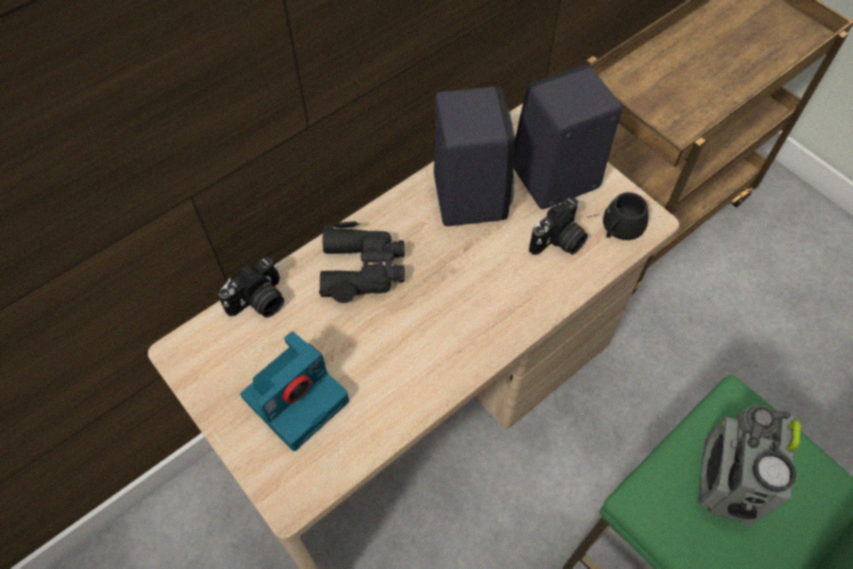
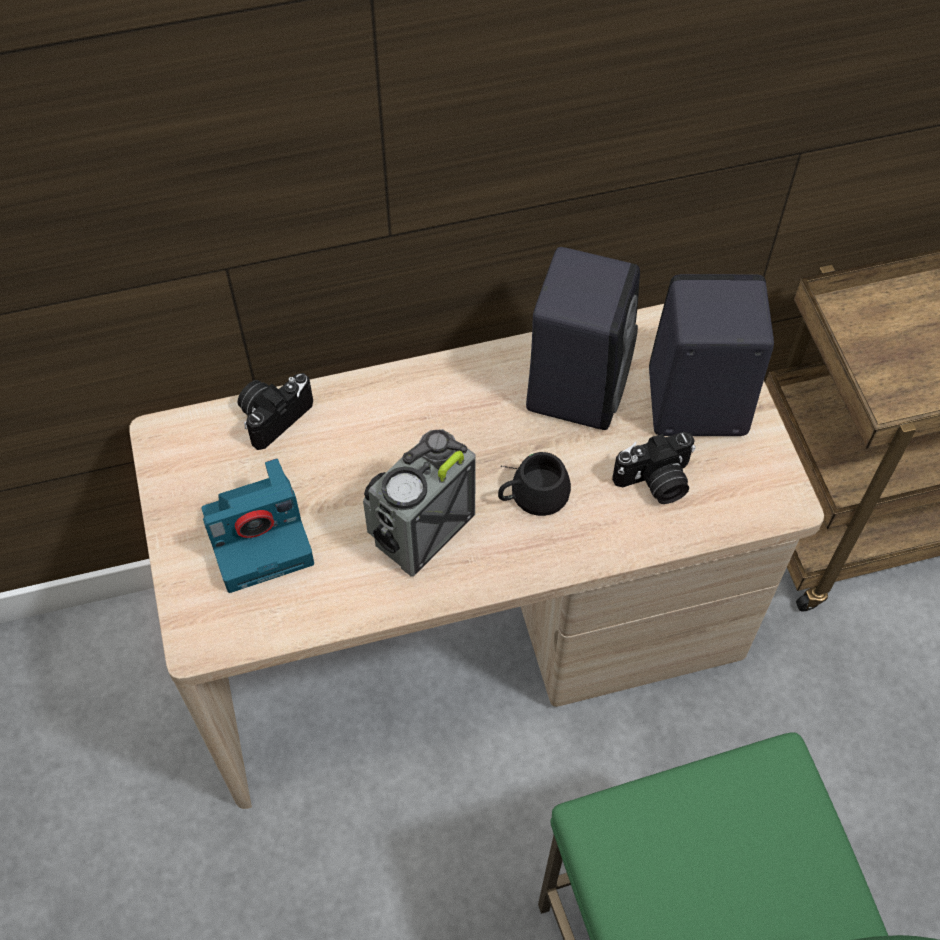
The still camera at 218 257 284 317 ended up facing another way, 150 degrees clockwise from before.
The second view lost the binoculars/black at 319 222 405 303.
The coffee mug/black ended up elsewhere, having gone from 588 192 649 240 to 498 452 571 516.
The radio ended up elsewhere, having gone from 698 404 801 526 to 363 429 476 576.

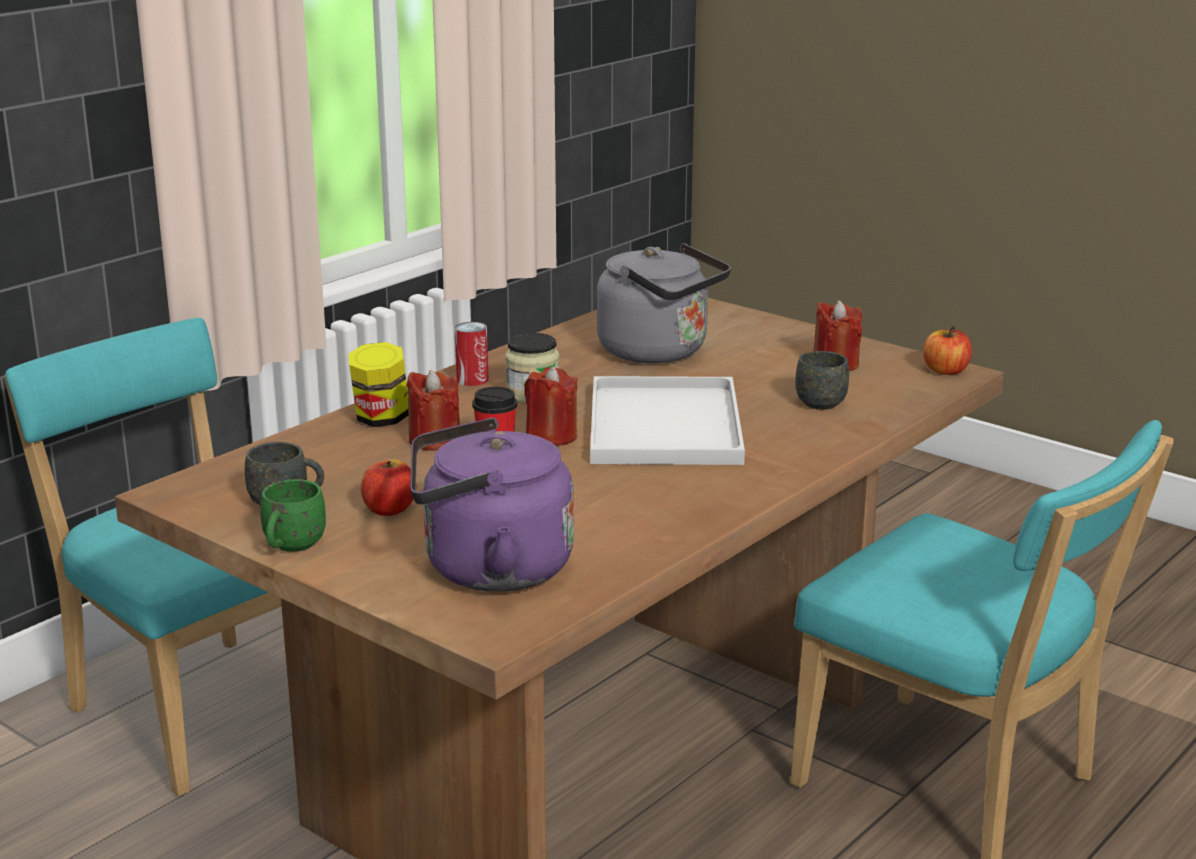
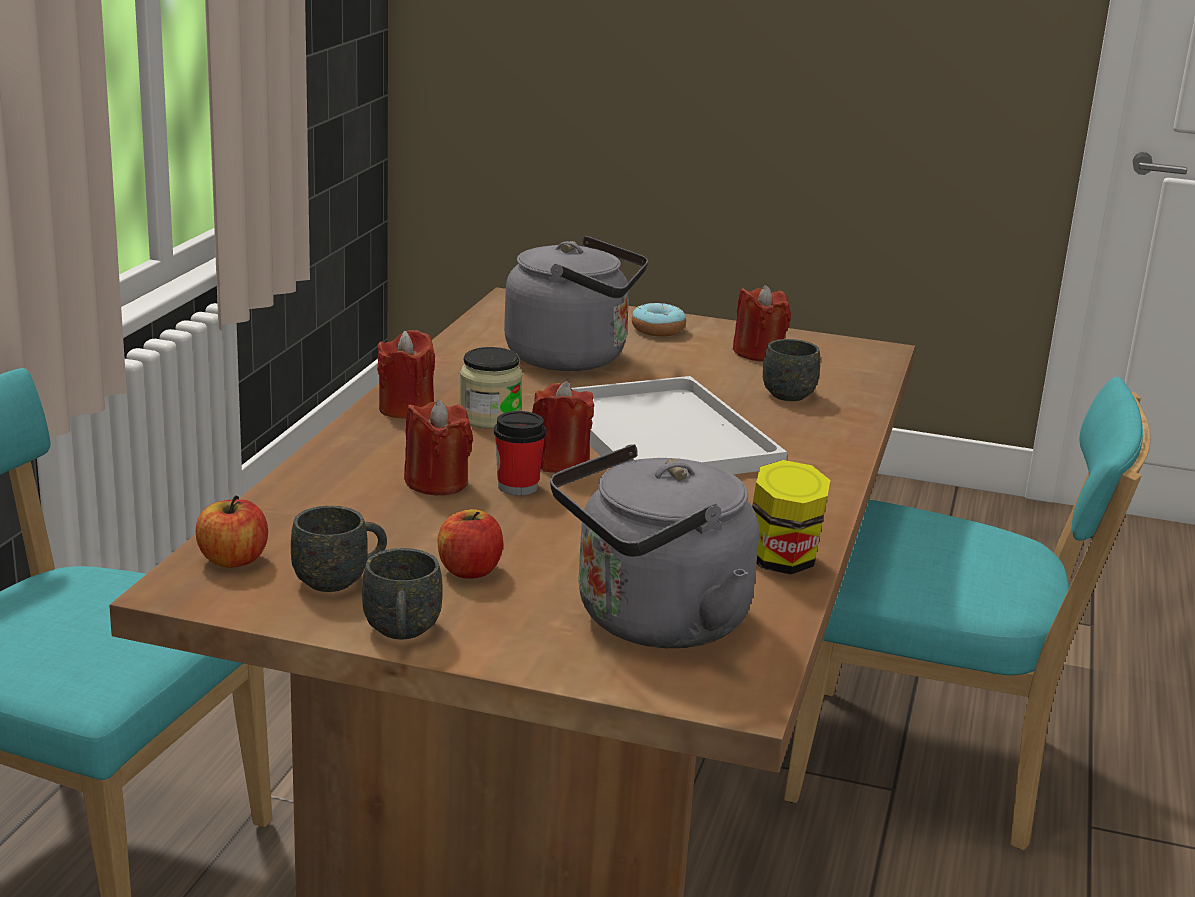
What was the coffee mug/green at 260 479 326 552 turned into the coffee mug/greyish at 362 548 443 640.
The jar ended up elsewhere, having gone from 348 342 408 427 to 752 460 830 574.
What was the water kettle/purple-coloured at 410 418 574 592 turned into the water kettle/greyish at 550 444 759 648.
Where the sealed can stood at 455 322 488 386, the wax candle/reddish came to stand at 377 330 435 419.
The whole apple ended up elsewhere, having gone from 923 326 972 375 to 196 495 268 568.
The second view gained the donut at 632 303 686 336.

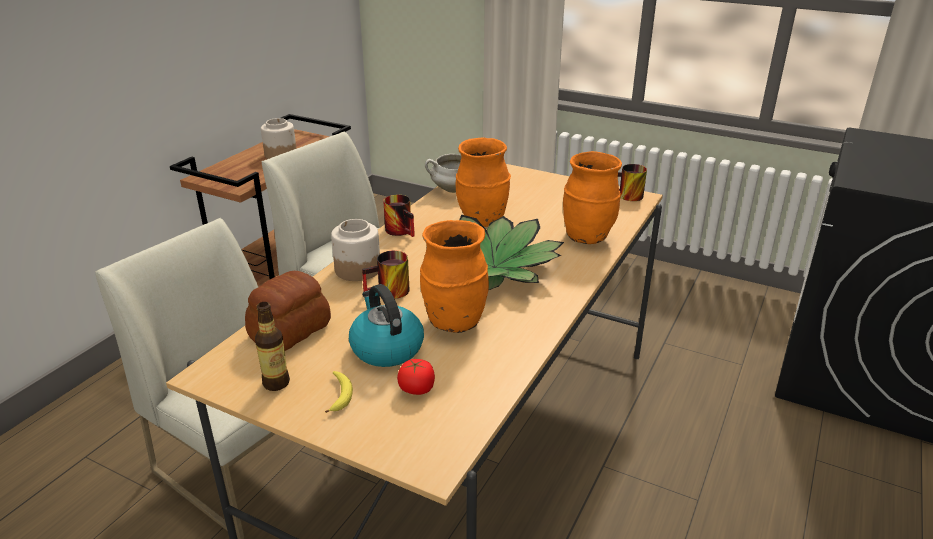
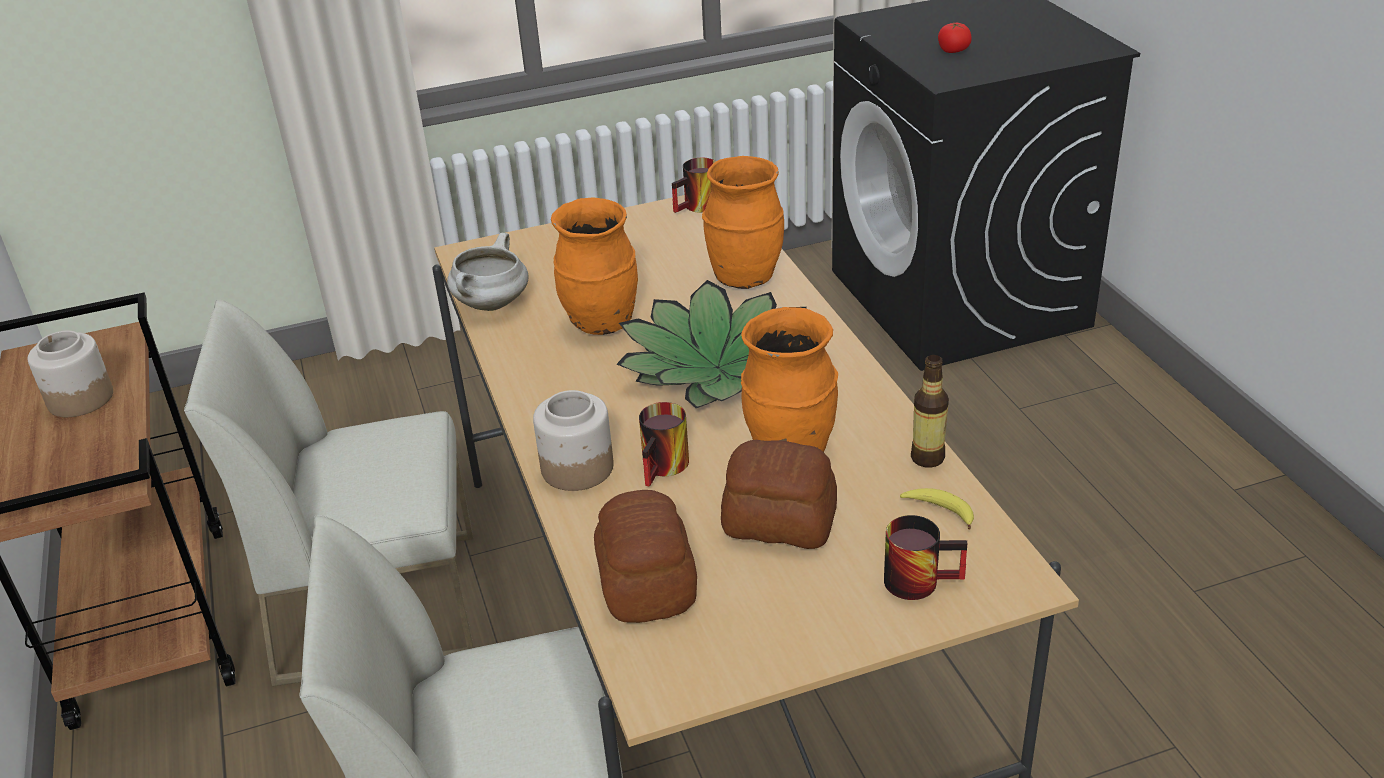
The drink bottle ended up elsewhere, having gone from 255 302 290 391 to 911 355 949 468.
The banana ended up elsewhere, having gone from 325 371 353 413 to 900 488 974 530.
Where the water kettle stood at 349 284 424 367, the bakery bread came to stand at 721 440 837 549.
The coffee mug ended up elsewhere, having gone from 383 195 415 237 to 884 515 967 600.
The whole tomato ended up elsewhere, having gone from 397 359 435 395 to 938 23 972 53.

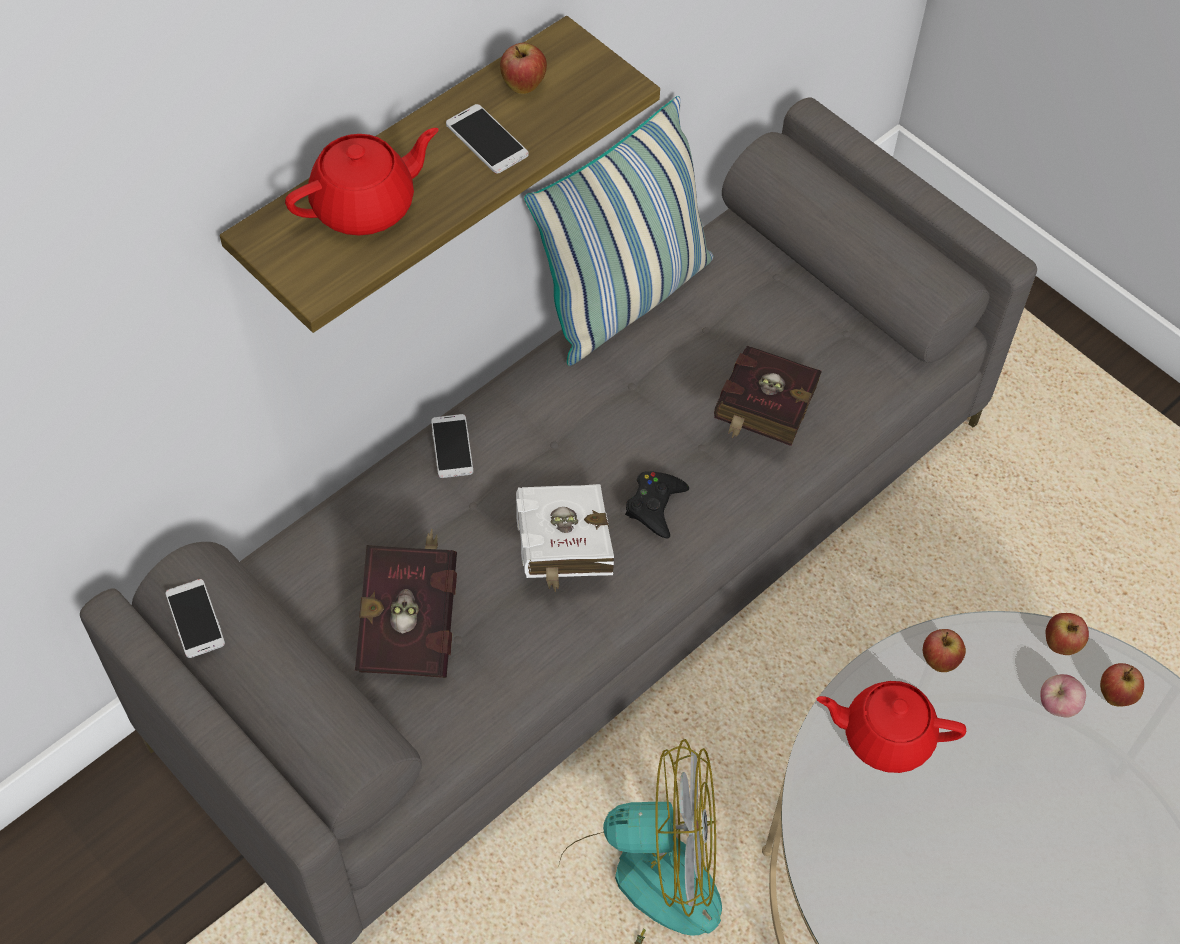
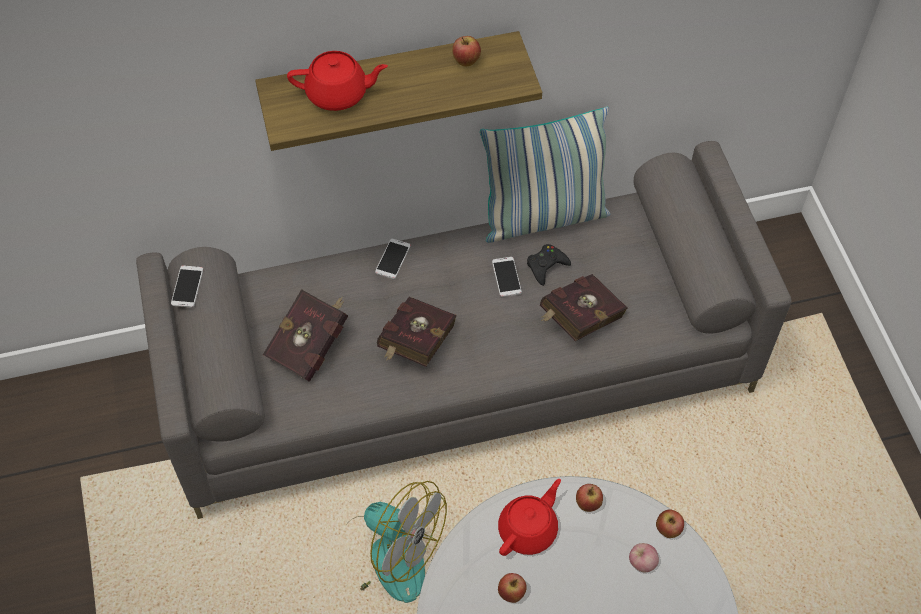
The phone ended up elsewhere, having gone from 446 104 529 173 to 492 257 522 297.
What was the book/white-coloured at 516 484 614 592 turned into the book/reddish at 377 296 457 367.
The joypad/black ended up elsewhere, having gone from 625 471 689 539 to 527 244 571 286.
The teapot/reddish at 816 681 966 773 ended up facing another way, 90 degrees clockwise from before.
The whole apple ended up elsewhere, having gone from 1100 663 1144 707 to 498 573 527 603.

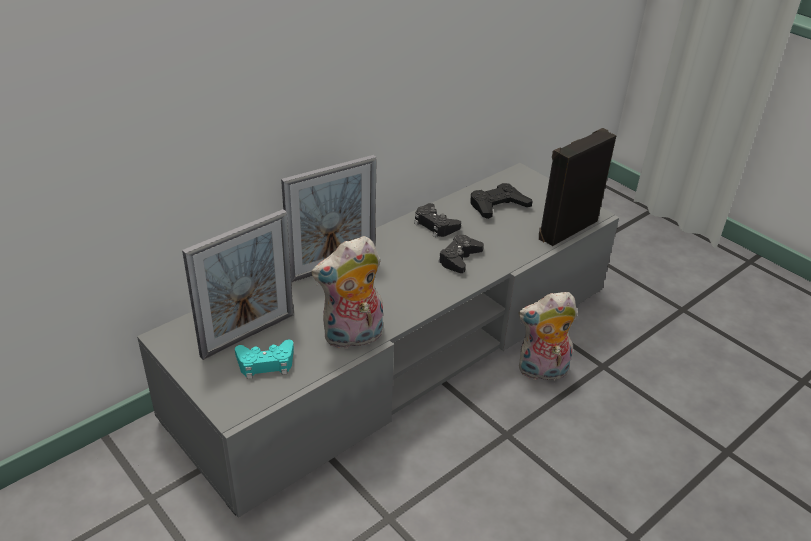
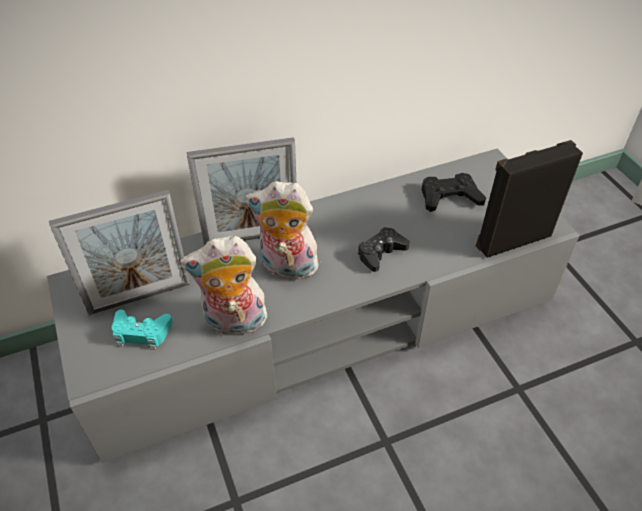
The second view lost the joypad/black at 414 203 461 238.
The plush toy ended up elsewhere, having gone from 519 292 578 380 to 245 181 319 280.

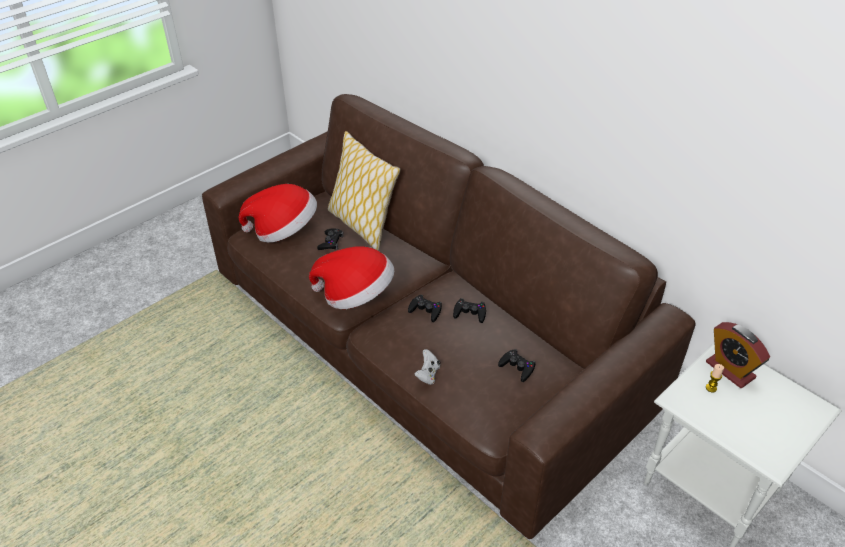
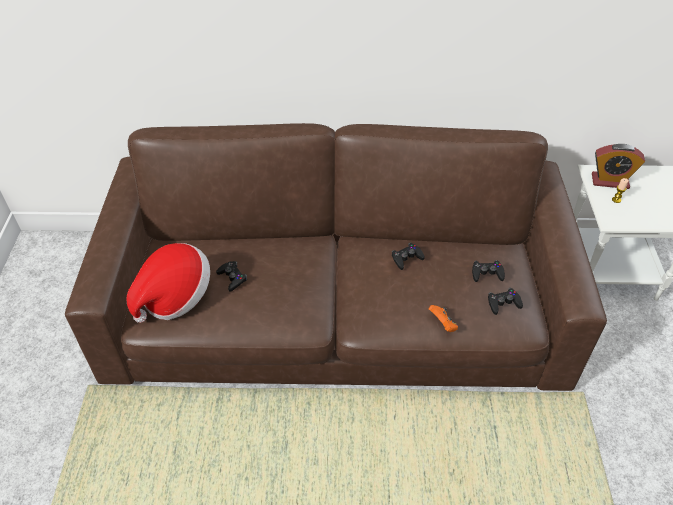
The second view lost the clothing hat at 309 246 394 309.
The second view lost the cushion at 328 131 401 251.
The joypad/black ended up elsewhere, having gone from 408 295 442 322 to 488 288 523 315.
What was the joypad/white-coloured at 414 349 441 385 turned into the joypad/orange-coloured at 429 305 458 332.

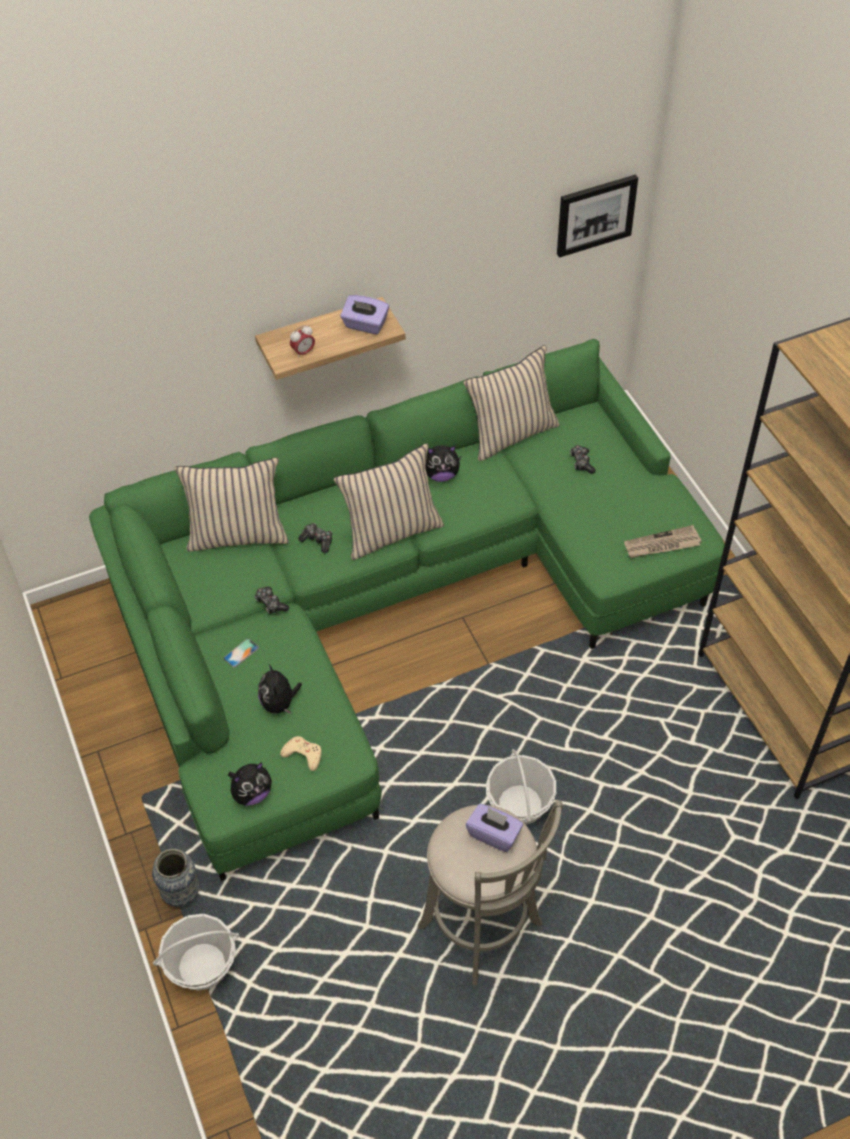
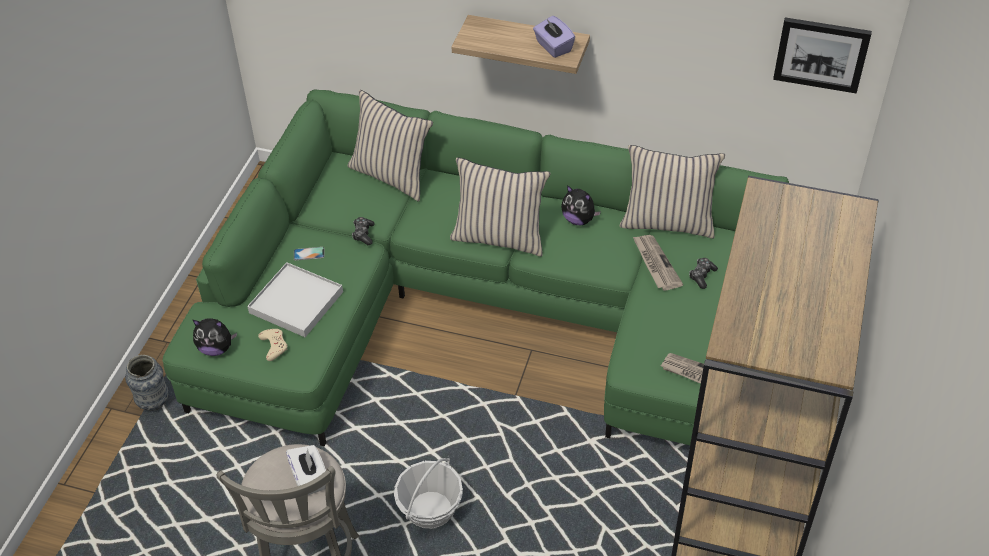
The second view lost the basket at 153 914 239 991.
Where the plush toy stood at 258 663 302 714, the serving tray/white-coloured came to stand at 247 262 343 337.
The second view lost the alarm clock at 290 325 315 359.
The second view lost the joypad at 298 523 332 553.
What was the box of tissues/purple-coloured at 466 804 523 852 turned into the box of tissues/white-coloured at 286 445 326 495.
The second view gained the newspaper at 633 235 683 291.

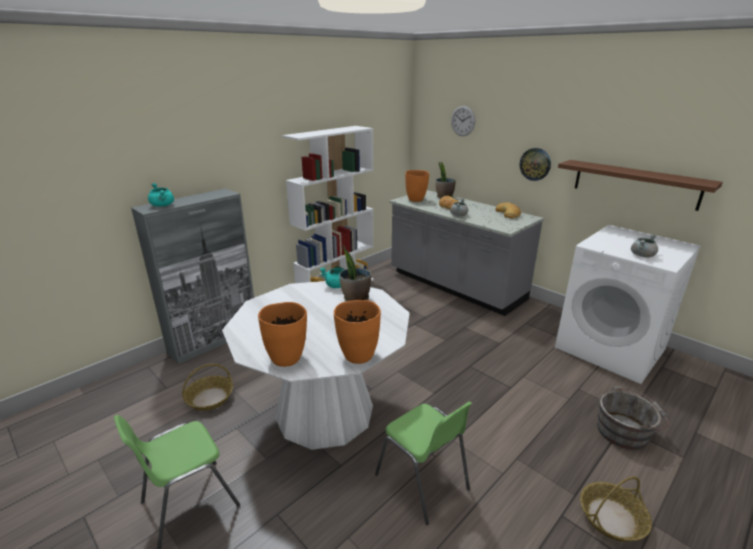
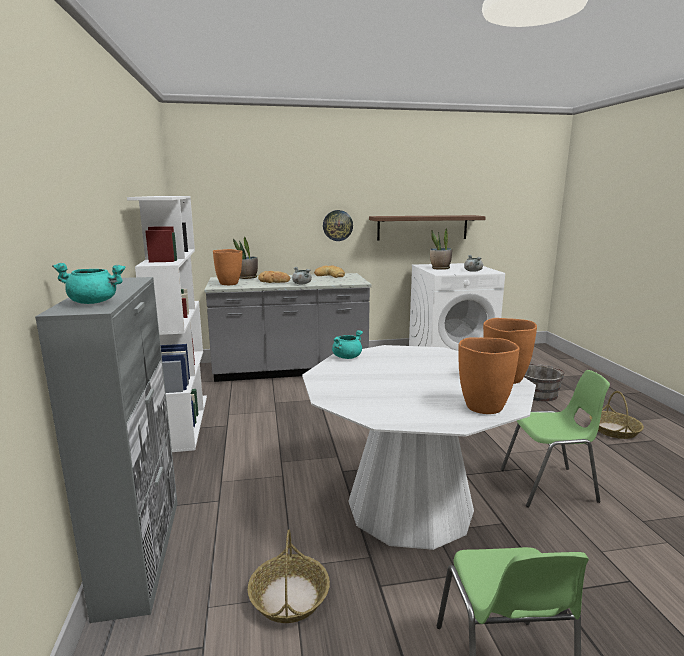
The plant in a pot ended up elsewhere, having gone from 339 245 371 301 to 430 228 452 270.
The second view lost the hanging clock at 451 106 475 136.

